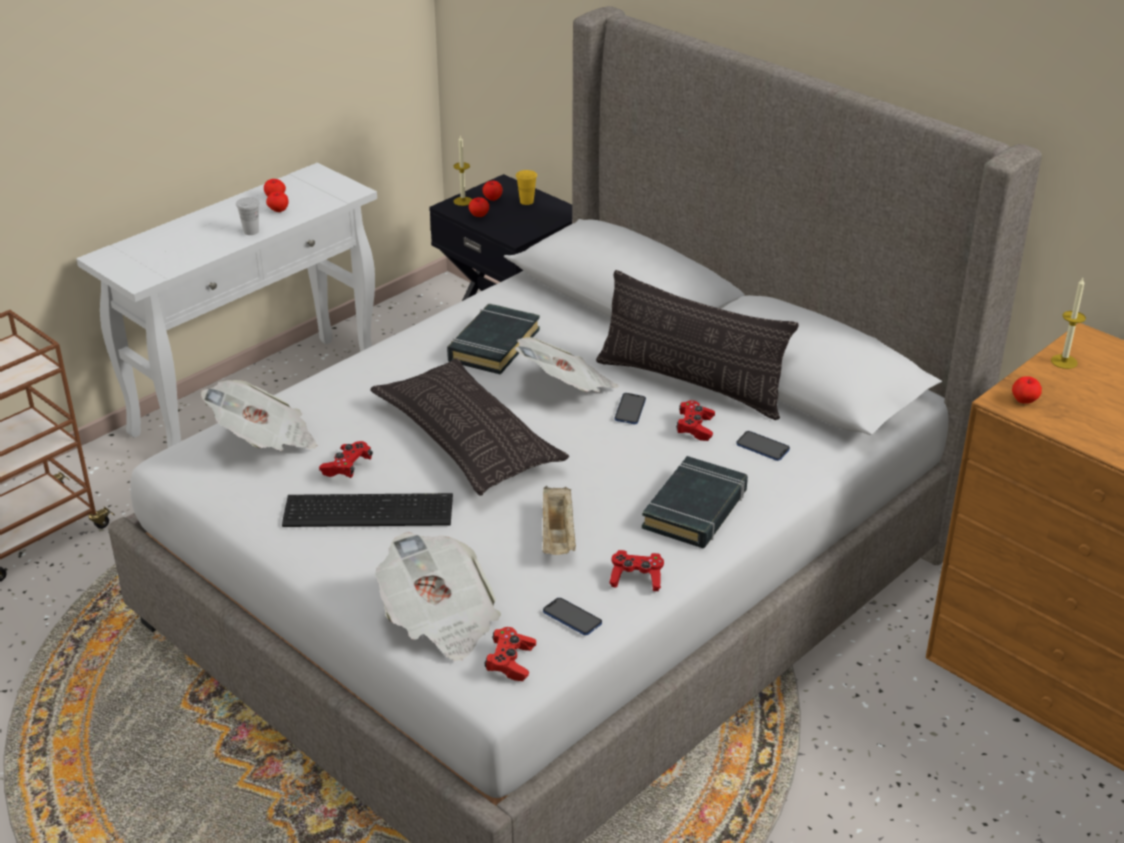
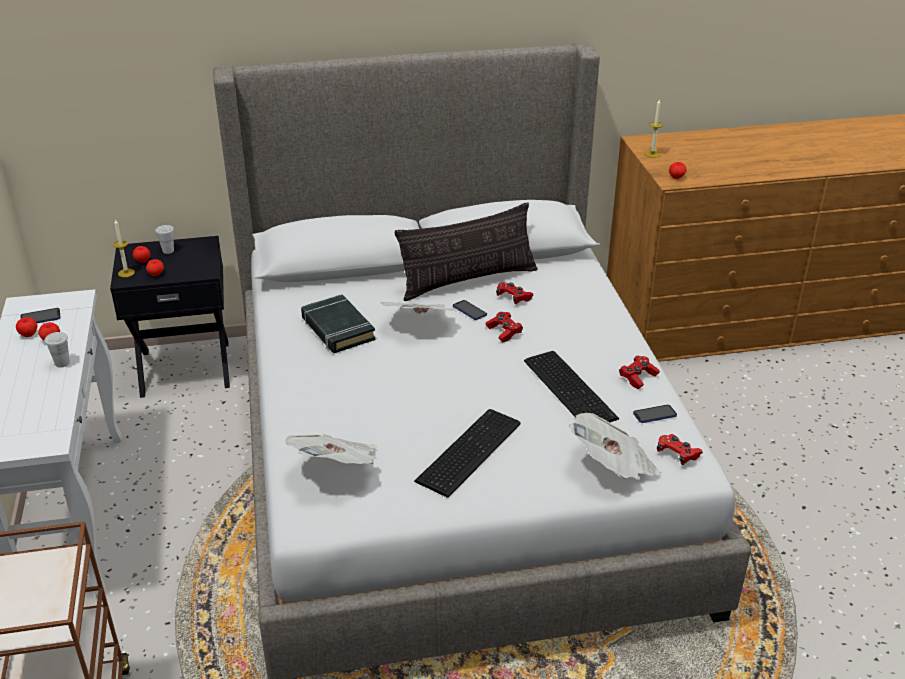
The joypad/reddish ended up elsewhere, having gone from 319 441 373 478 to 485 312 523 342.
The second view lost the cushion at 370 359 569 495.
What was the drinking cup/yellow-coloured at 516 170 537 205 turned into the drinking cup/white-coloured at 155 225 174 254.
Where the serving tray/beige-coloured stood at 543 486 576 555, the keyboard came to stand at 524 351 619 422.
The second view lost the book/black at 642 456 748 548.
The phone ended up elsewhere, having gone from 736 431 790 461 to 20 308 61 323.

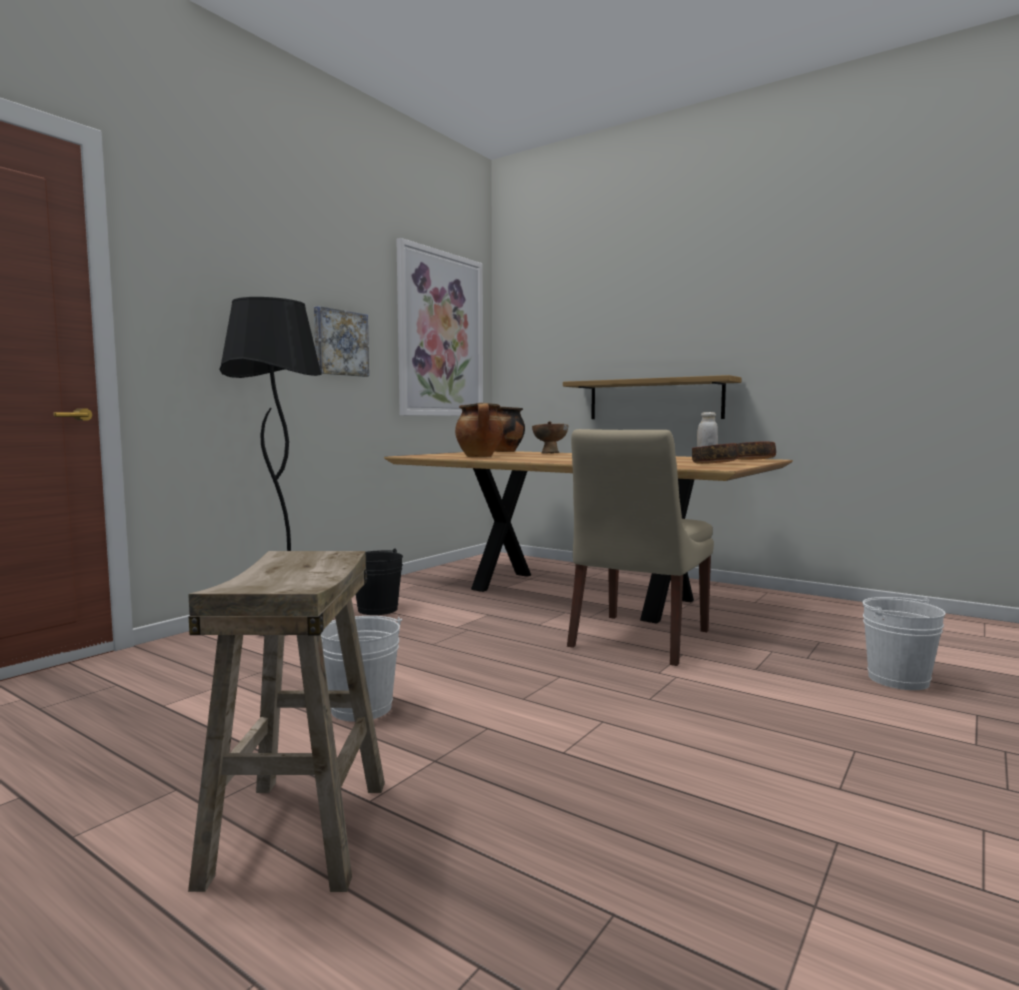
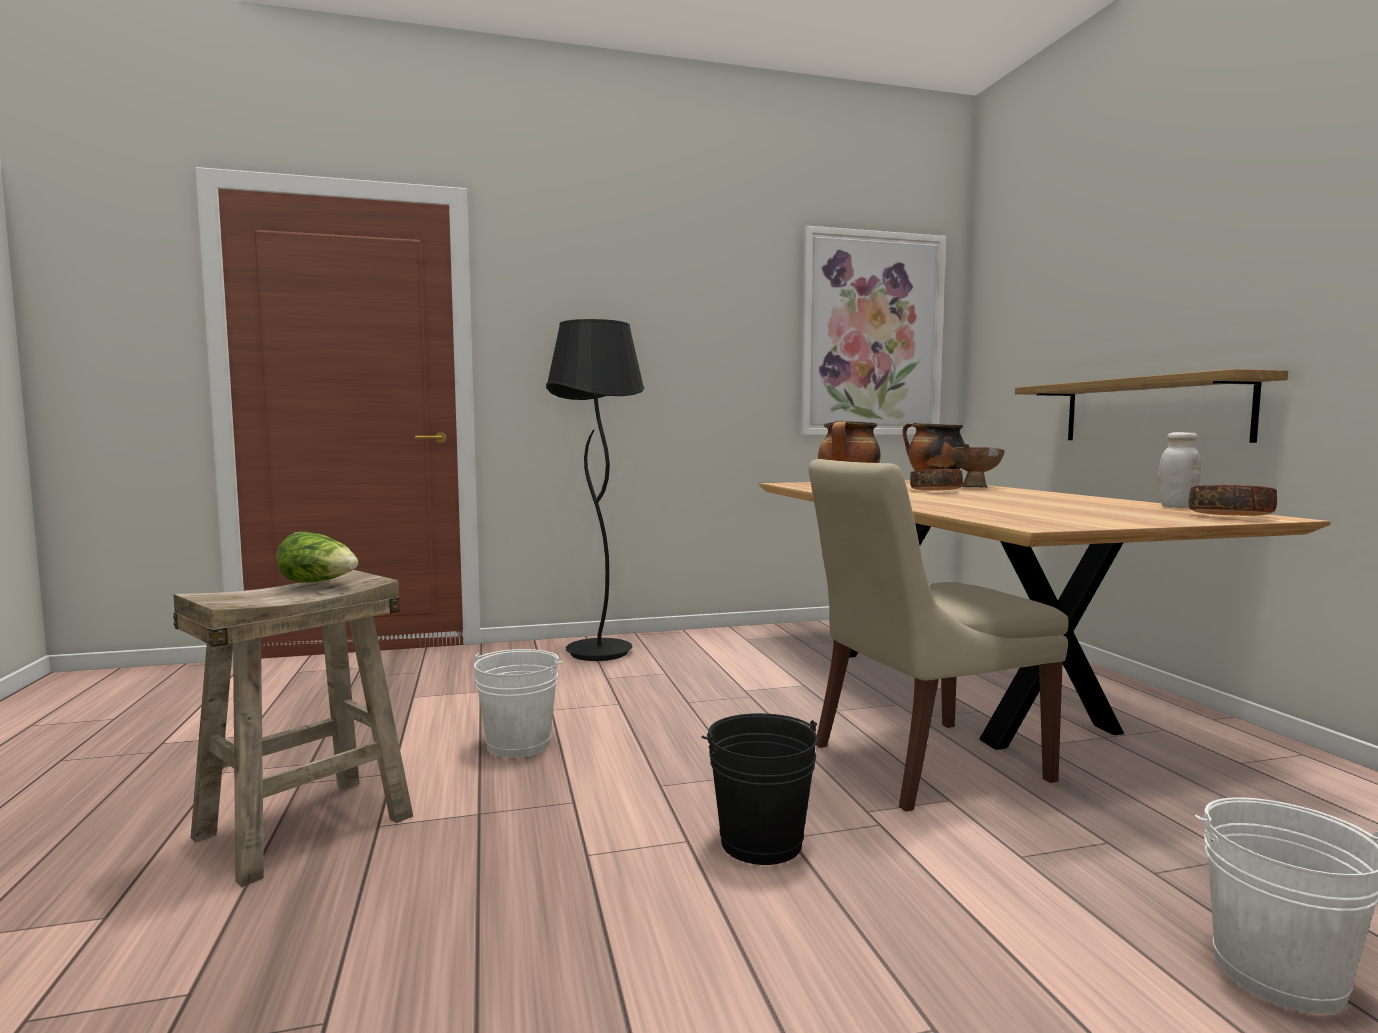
The second view lost the wall art at 314 306 369 377.
The pail/black ended up elsewhere, having gone from 356 548 403 615 to 701 713 817 865.
The serving bowl ended up elsewhere, having gone from 692 443 738 464 to 910 469 963 491.
The second view gained the head of lettuce at 277 531 358 583.

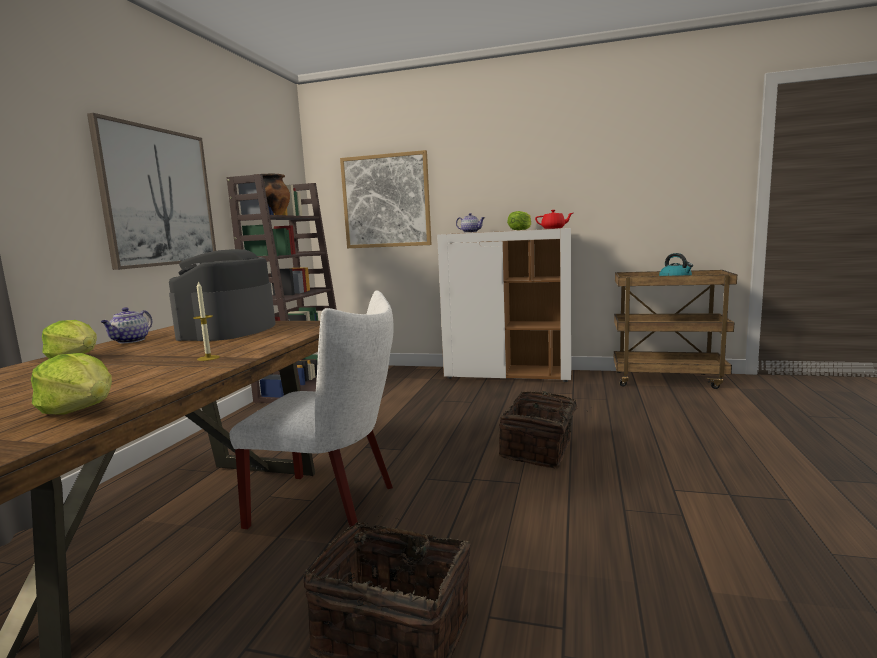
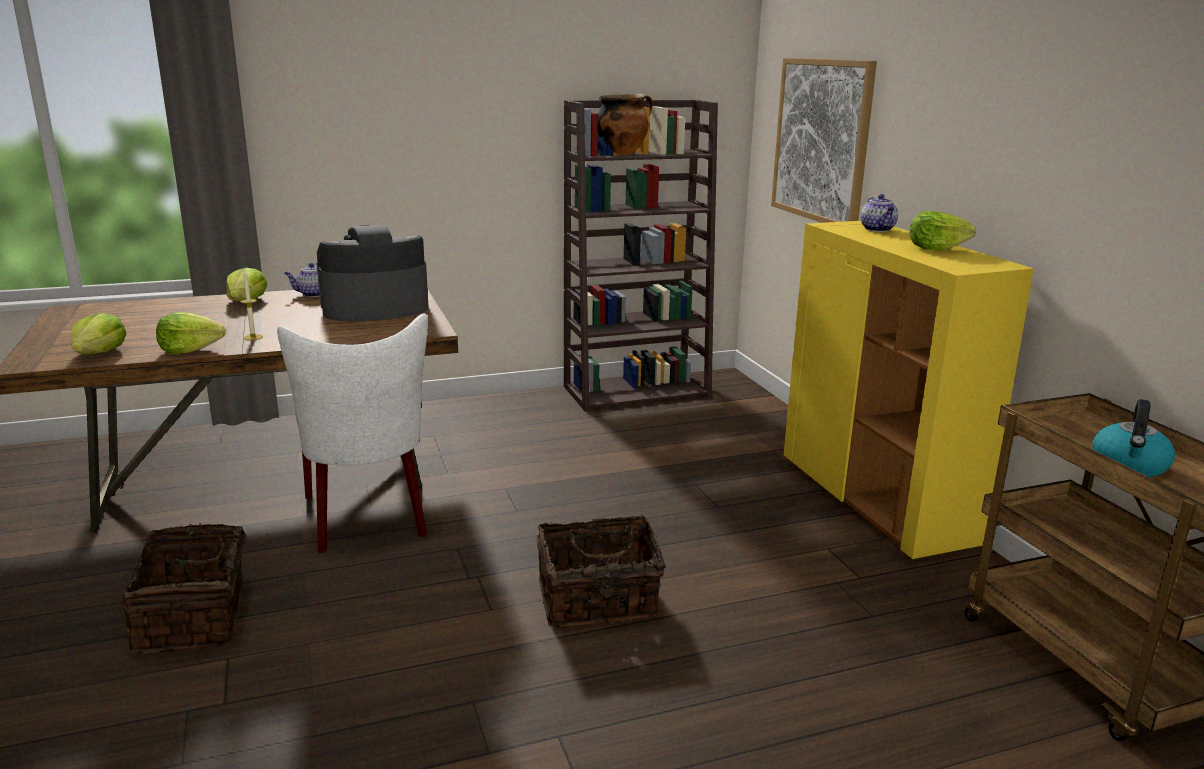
The second view lost the wall art at 87 113 216 270.
What was the cabinet/white-coloured at 437 228 572 382 turned into the cabinet/yellow-coloured at 783 221 1034 560.
The second view lost the teapot/reddish at 535 210 573 229.
The second view gained the head of lettuce at 156 312 226 354.

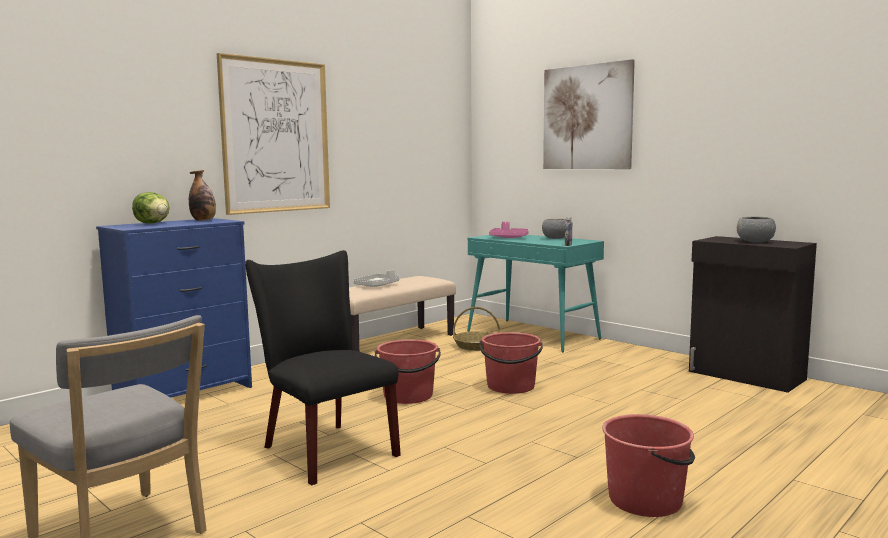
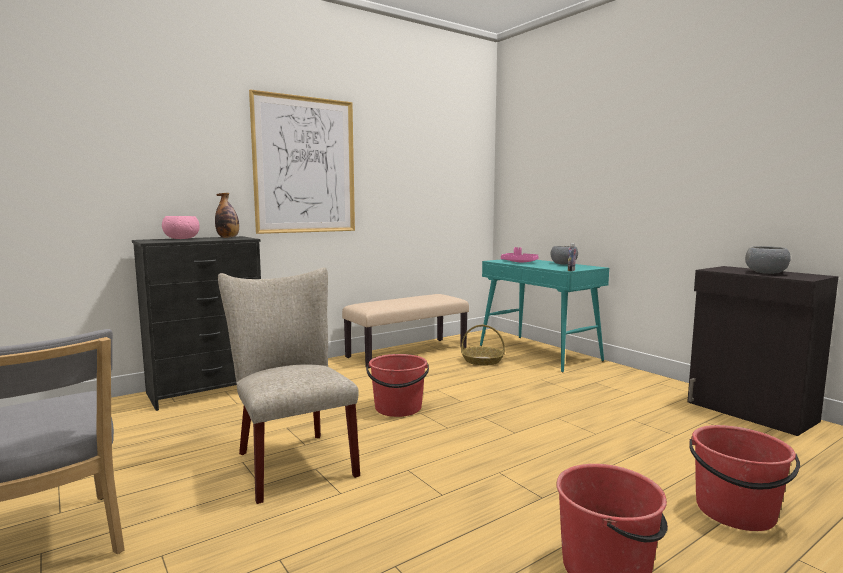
What was the drawer chest/bluish at 96 218 252 398 turned into the drawer chest/black at 132 236 261 411.
Where the head of lettuce stood at 132 192 170 224, the serving bowl/pink-coloured came to stand at 162 216 199 239.
What was the upright chair/black at 245 250 401 486 turned into the upright chair/beige-coloured at 218 267 360 504.
The second view lost the serving tray/greyish at 354 270 399 287.
The pail/reddish ended up elsewhere, having gone from 479 332 543 394 to 689 425 800 531.
The second view lost the wall art at 543 59 635 169.

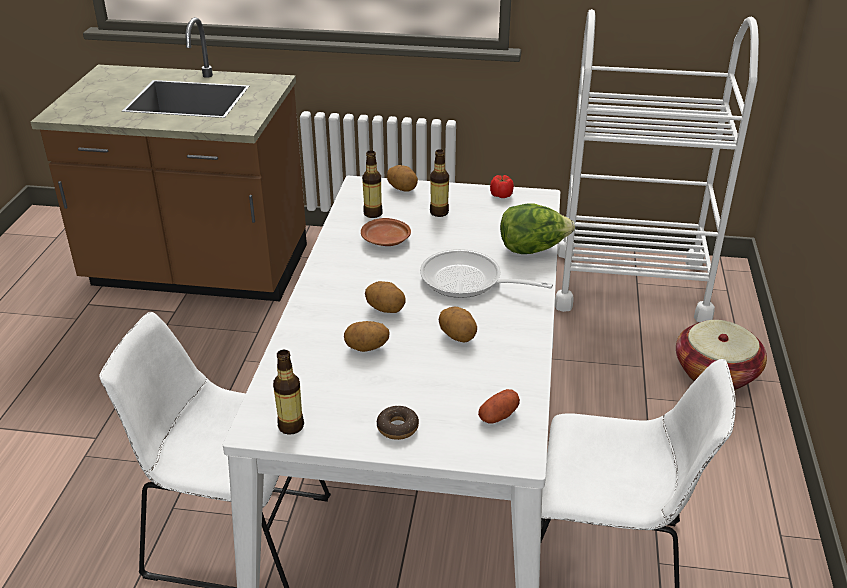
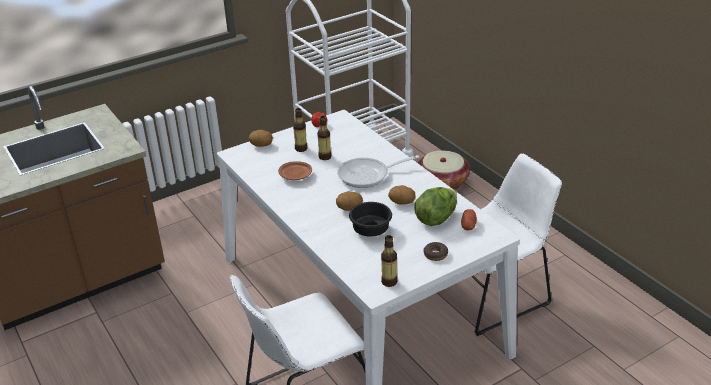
Where the spud stood at 344 321 389 352, the serving bowl/black came to stand at 349 202 392 237.
The drink bottle ended up elsewhere, having gone from 362 150 383 218 to 317 116 332 160.
The head of lettuce ended up elsewhere, having gone from 500 203 575 254 to 414 187 457 226.

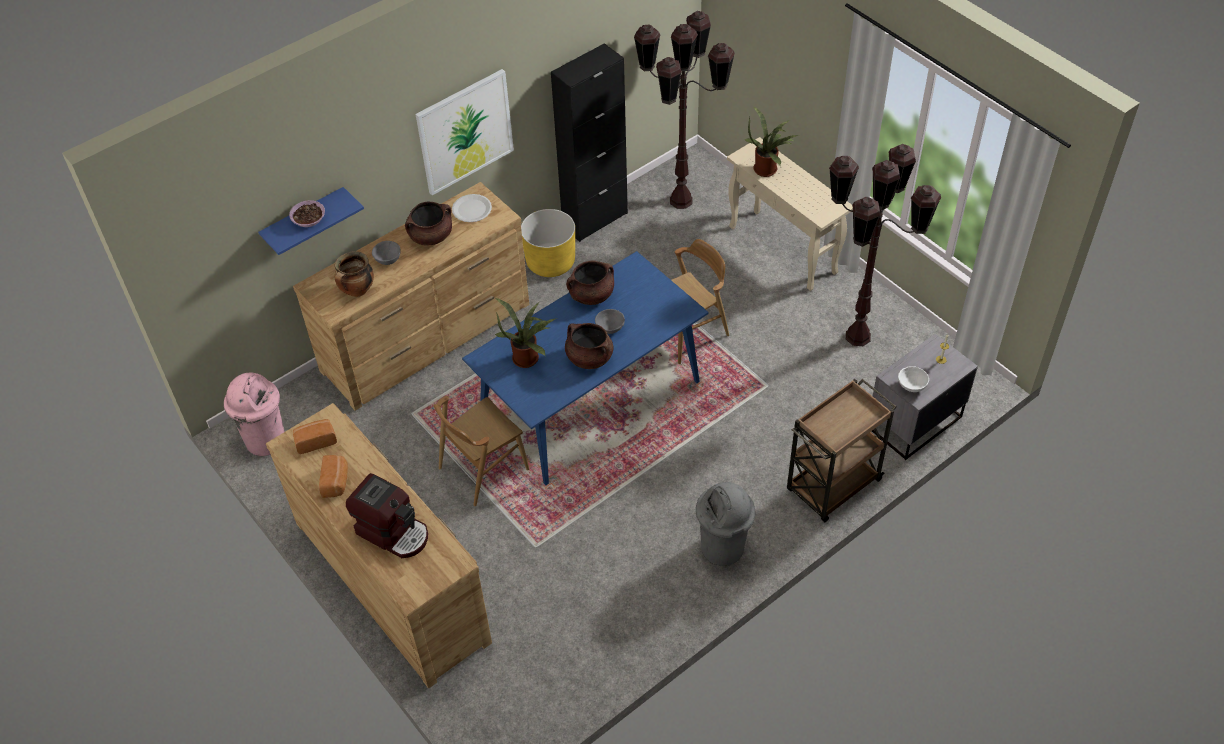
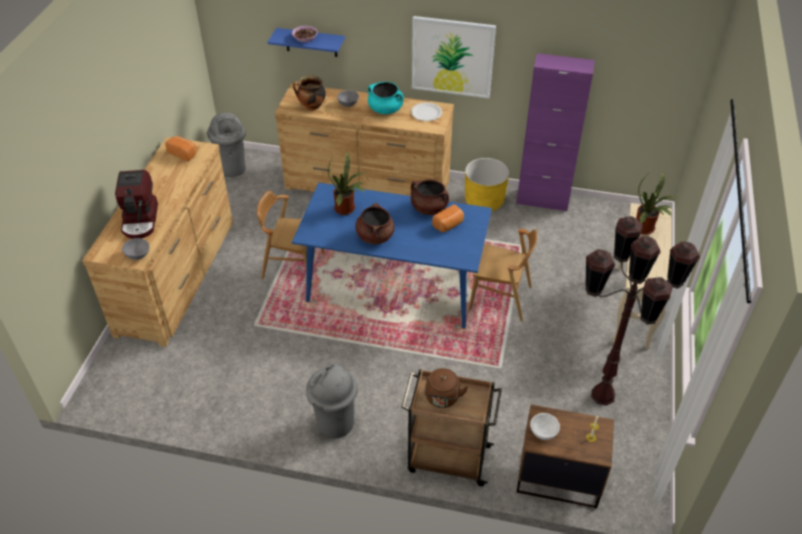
What was the rubbish bin/pink-coloured at 224 373 285 456 turned into the rubbish bin/greyish at 207 112 246 177.
The bakery bread ended up elsewhere, having gone from 319 455 348 498 to 432 204 464 232.
What was the stockpot/brownish at 405 202 452 246 turned into the stockpot/turquoise-coloured at 368 82 404 114.
What was the cabinet/black at 551 43 628 242 turned into the cabinet/purple-coloured at 516 53 595 212.
The serving bowl/greyish ended up elsewhere, having gone from 595 309 625 334 to 122 238 149 260.
The second view lost the standing lamp/brownish at 634 11 735 209.
What was the nightstand/greyish at 872 334 978 460 turned into the nightstand/brownish at 517 405 614 508.
The second view gained the water kettle/brownish at 424 368 468 408.

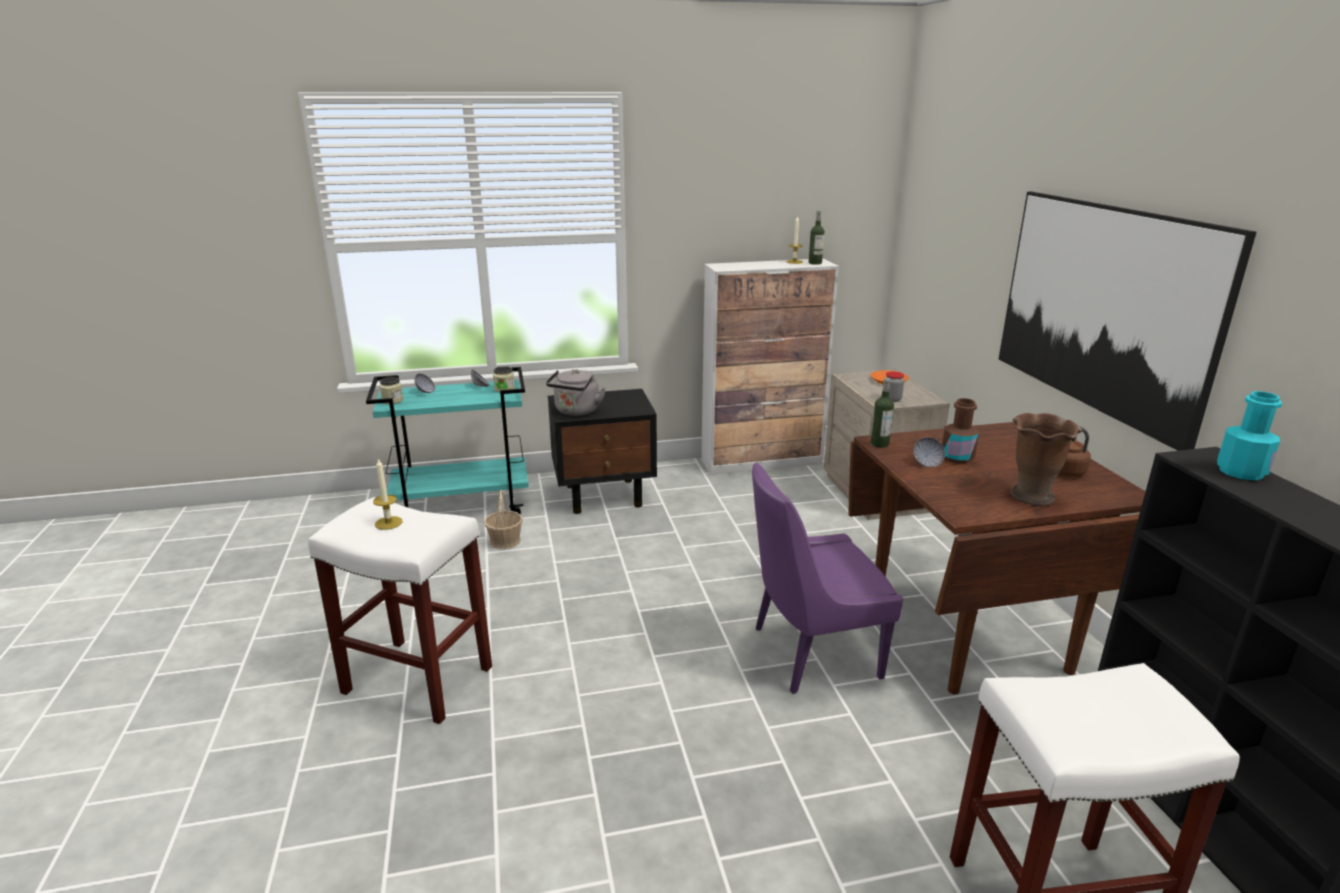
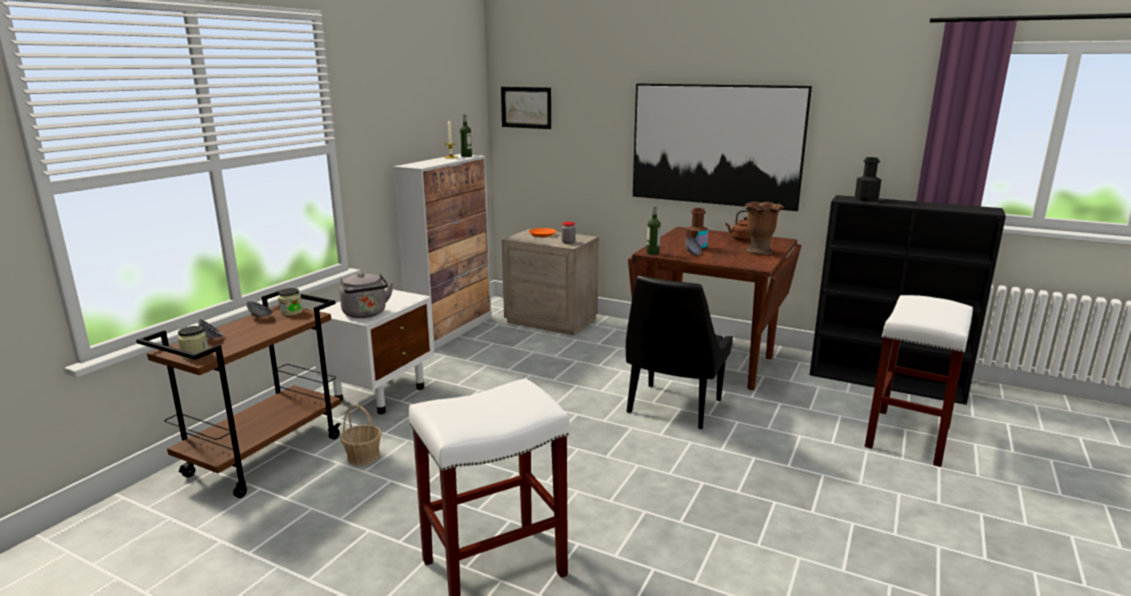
What was the wheeled cart/turquoise-coloured at 366 367 529 514 turned into the wheeled cart/brownish at 136 290 341 498.
The second view lost the wax candle at 373 458 402 530.
What was the nightstand/black at 548 389 657 514 turned into the nightstand/white-coloured at 311 288 435 414.
What was the upright chair/purple-coloured at 752 462 903 694 turned into the upright chair/black at 626 276 733 429.
What was the drink bottle/turquoise-coloured at 1217 391 1282 480 turned into the drink bottle/black at 855 157 881 201.
The second view gained the wall art at 501 87 551 129.

